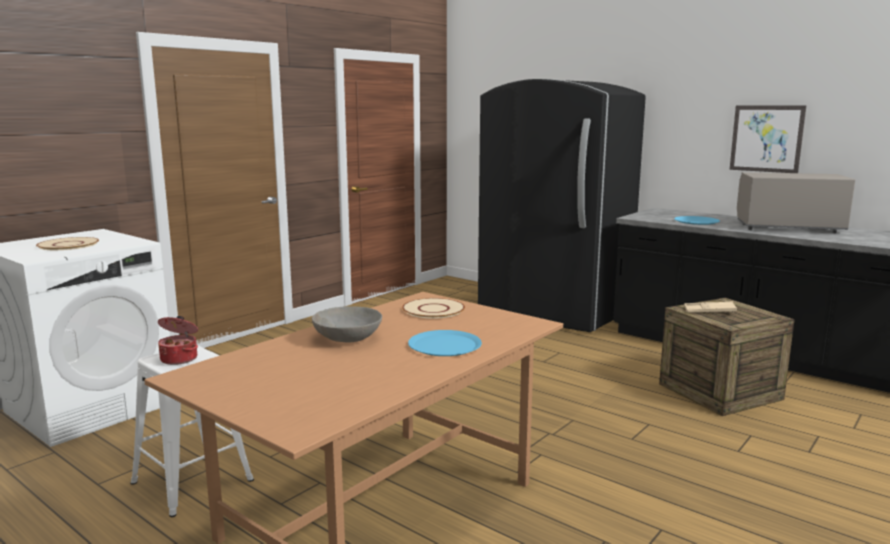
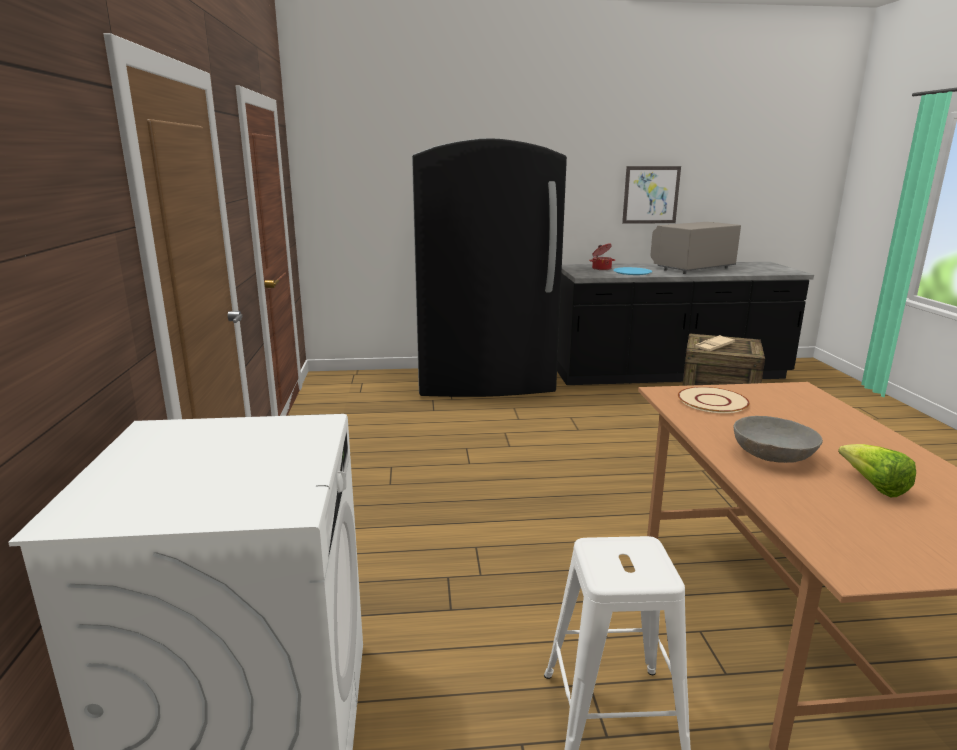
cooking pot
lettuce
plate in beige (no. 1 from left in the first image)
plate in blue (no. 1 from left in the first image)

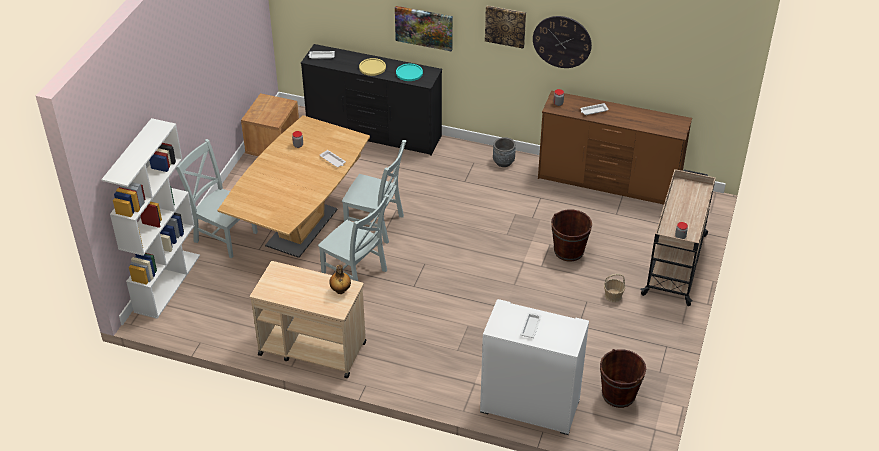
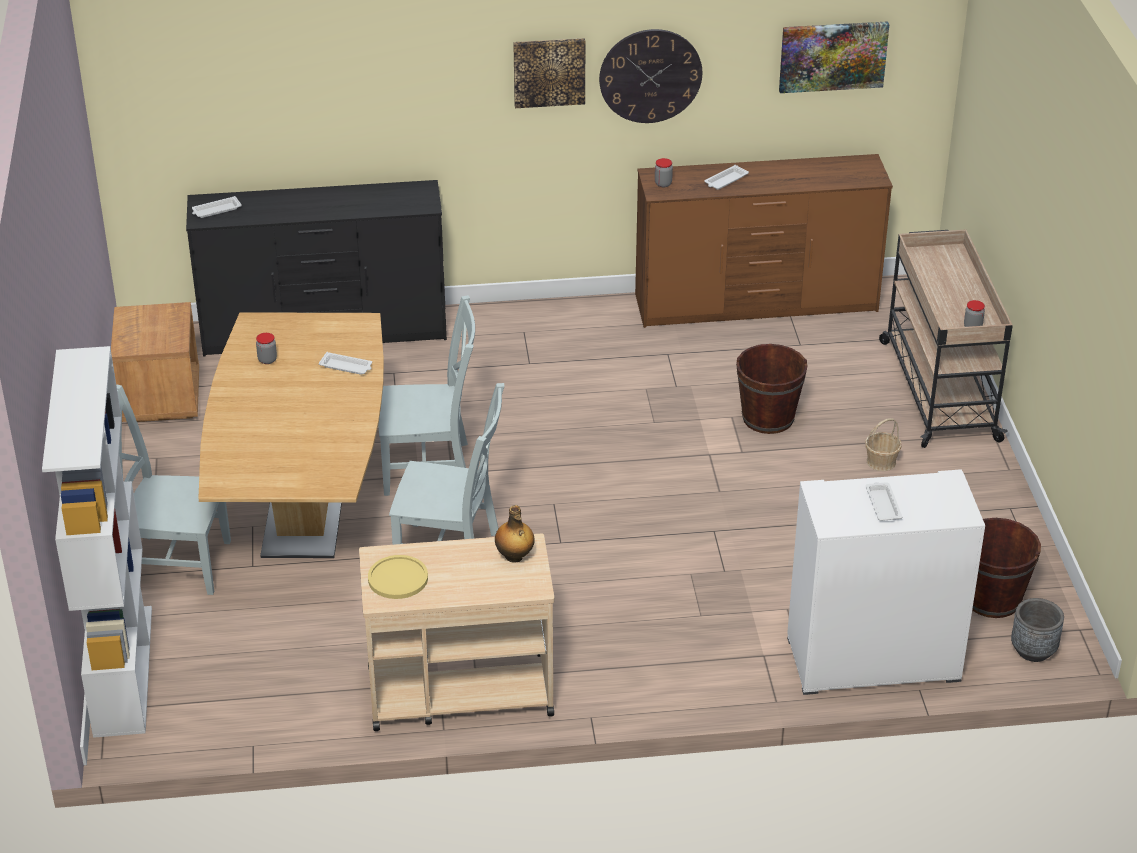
plate in yellow
picture (no. 2 from left)
planter in grey
plate in turquoise

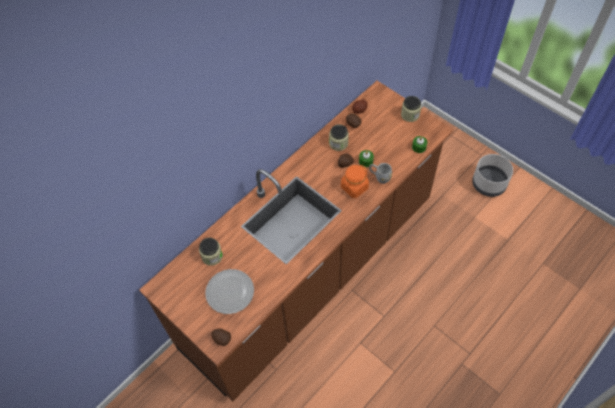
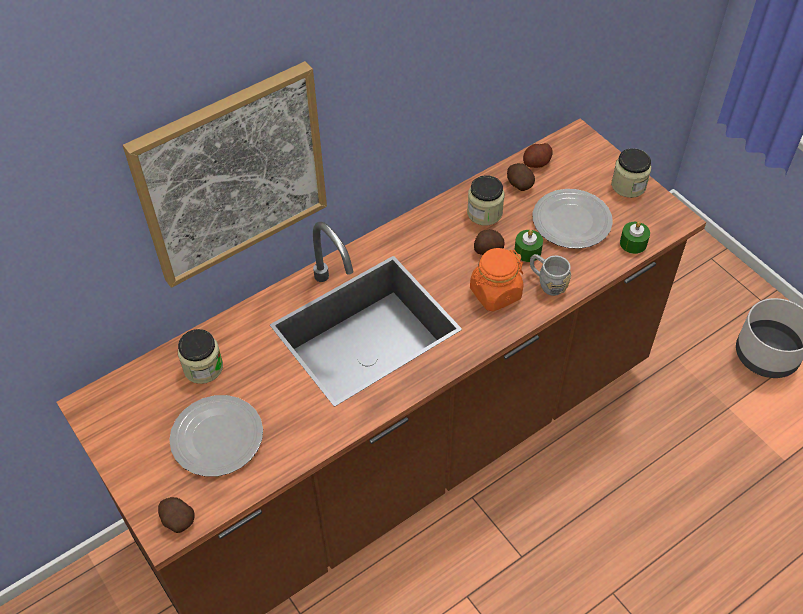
picture
plate (no. 2 from left)

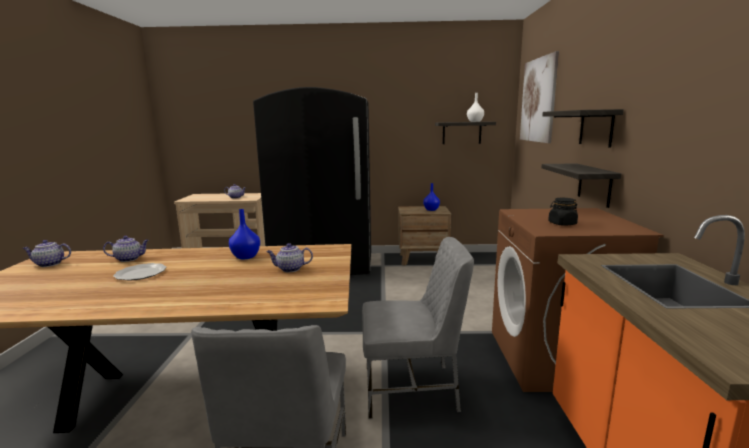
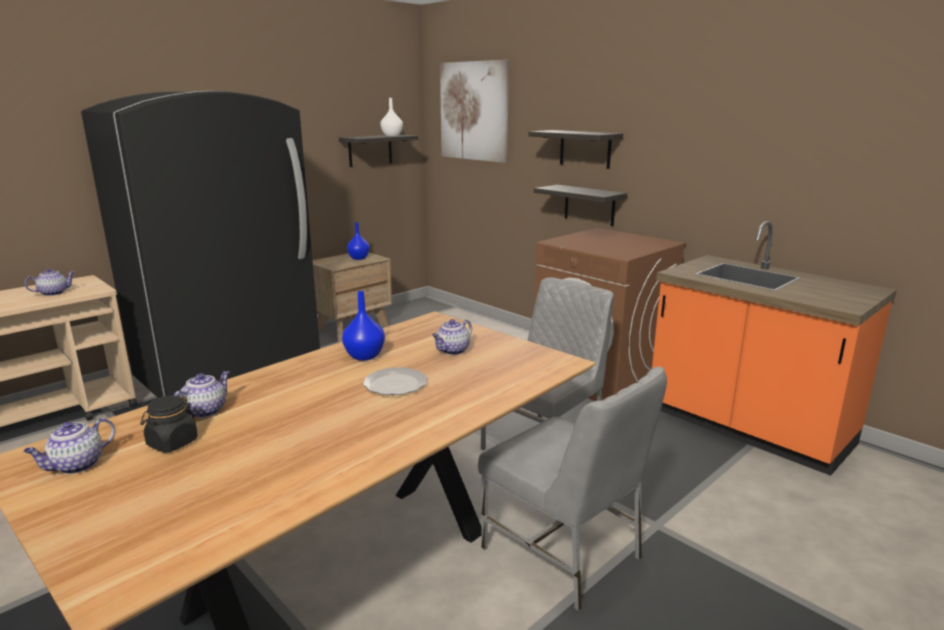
jar in black
plate

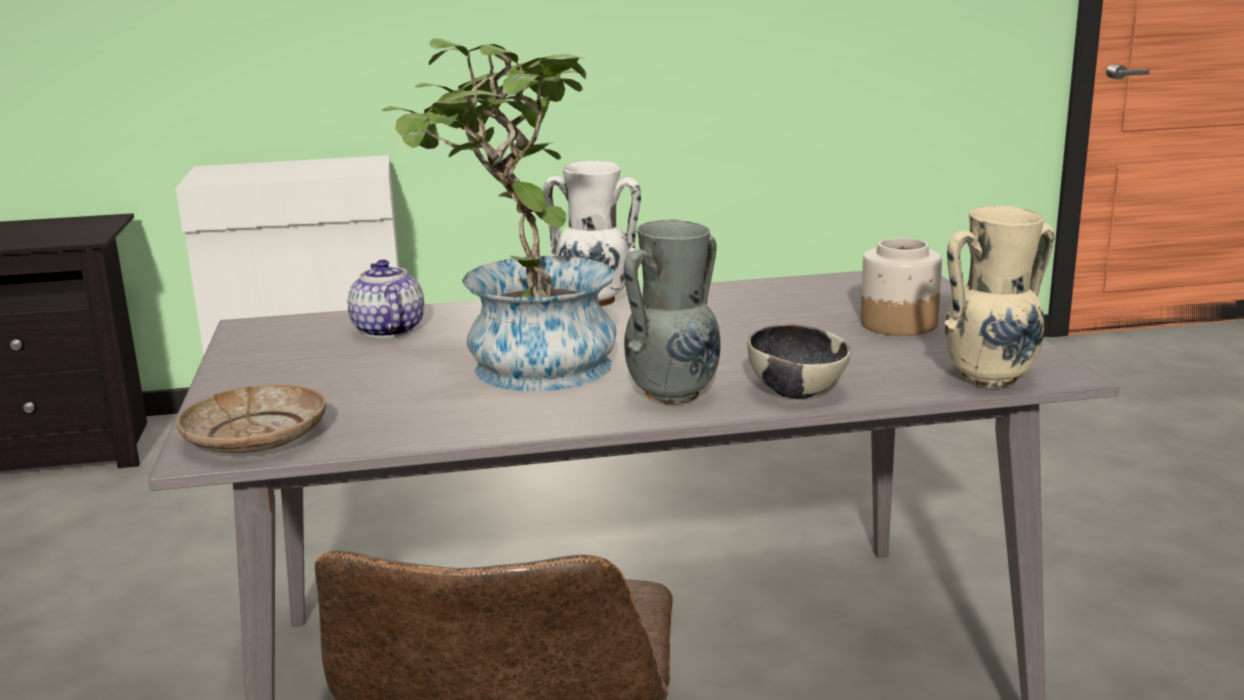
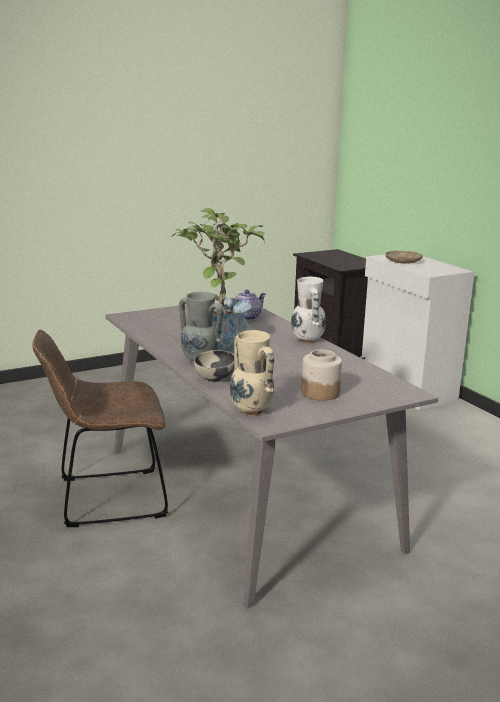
plate in beige

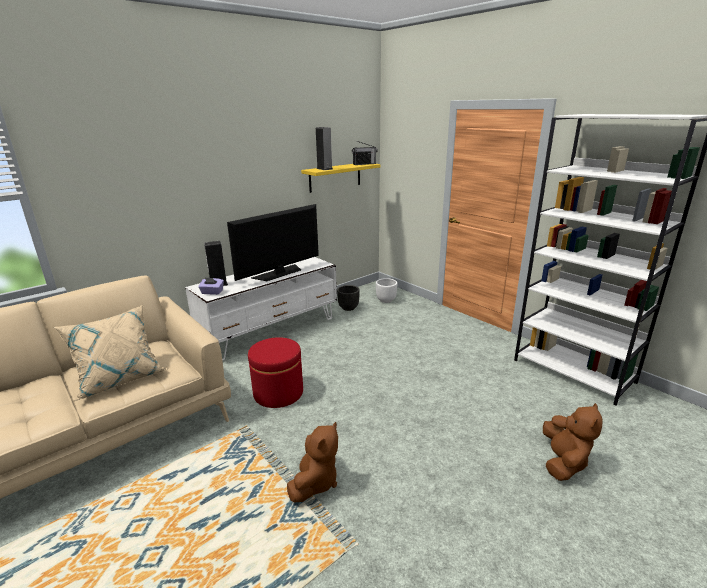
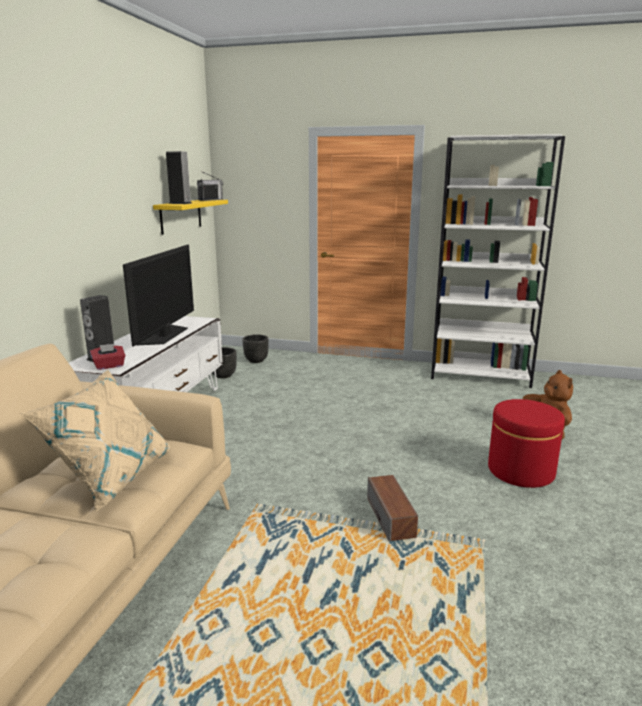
tissue box in red
planter in black (no. 2 from left)
speaker (no. 3 from left)
ottoman in red

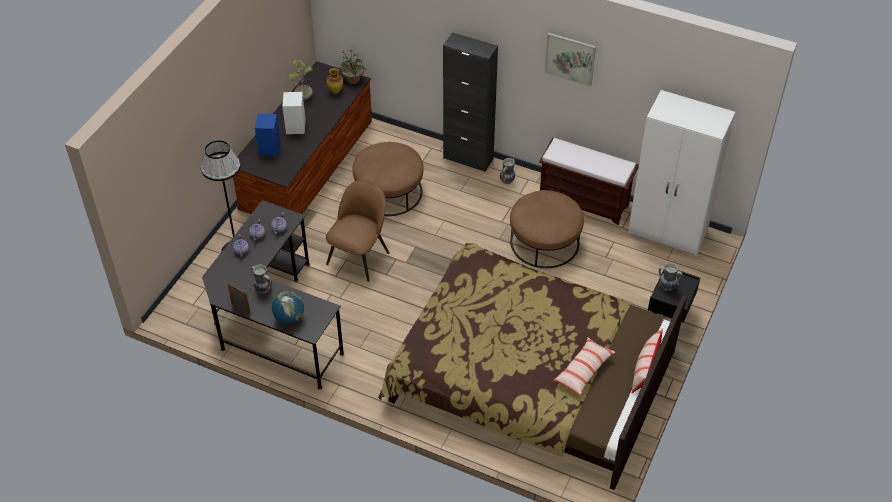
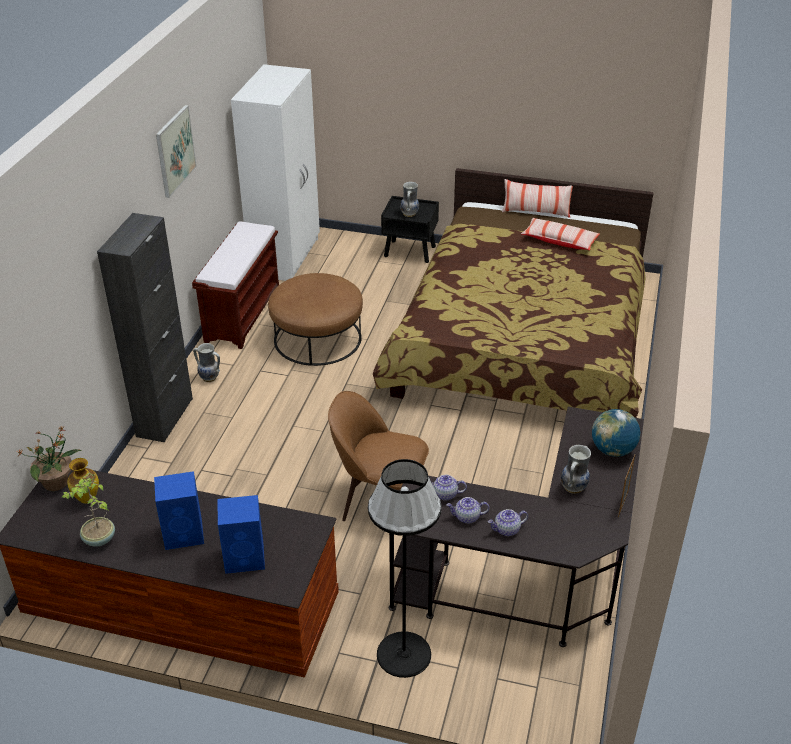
speaker in blue (no. 1 from left)
ottoman in brown (no. 1 from left in the first image)

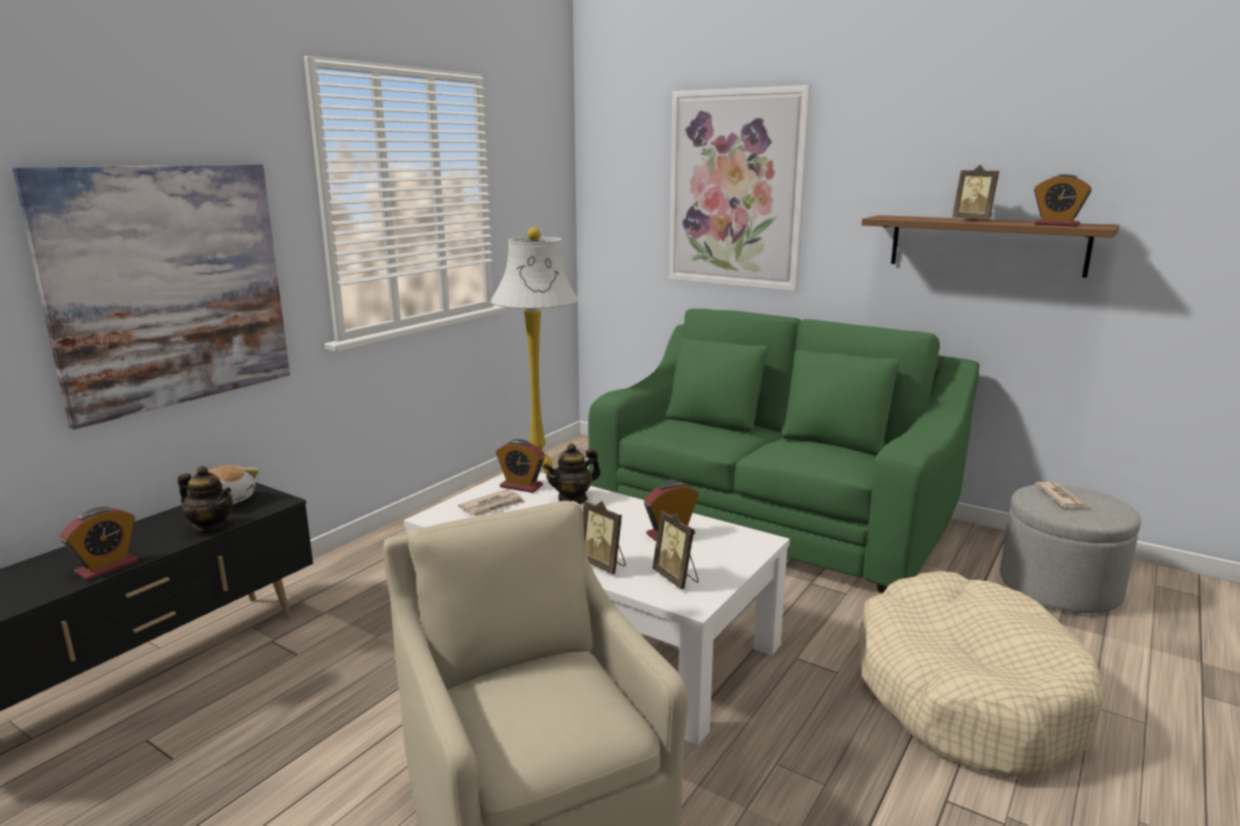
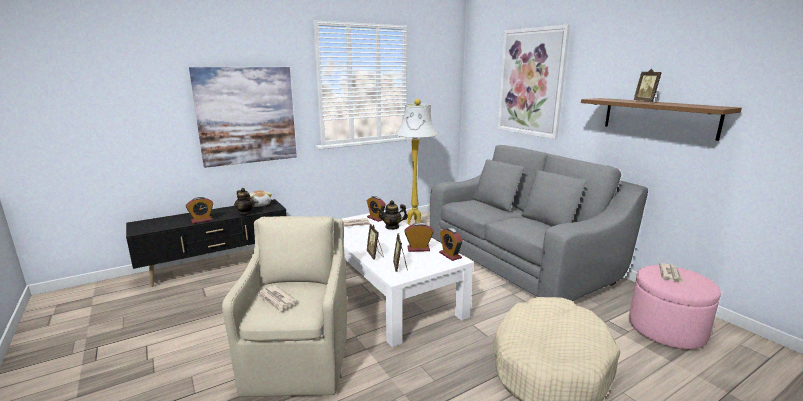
newspaper (no. 1 from left)
sofa in grey
alarm clock (no. 4 from left)
ottoman in pink

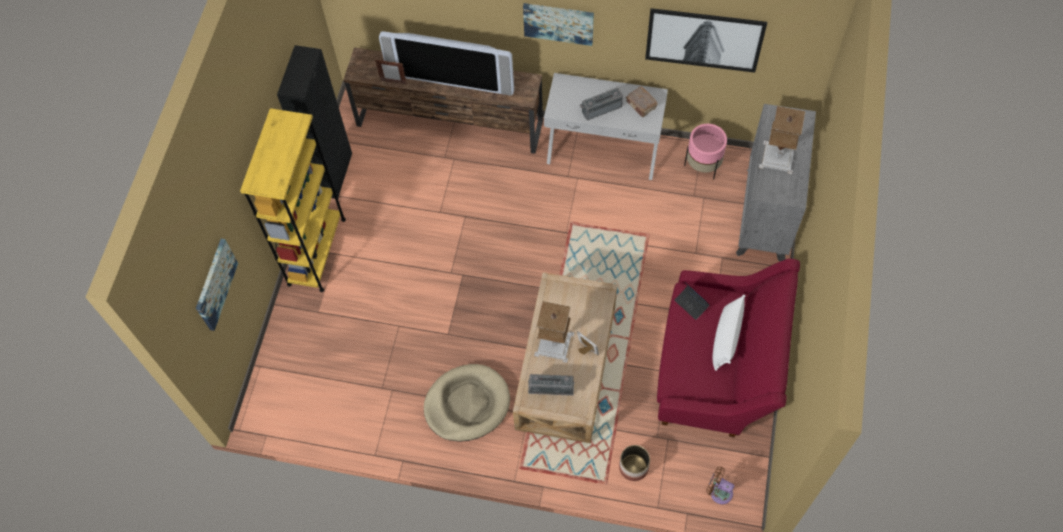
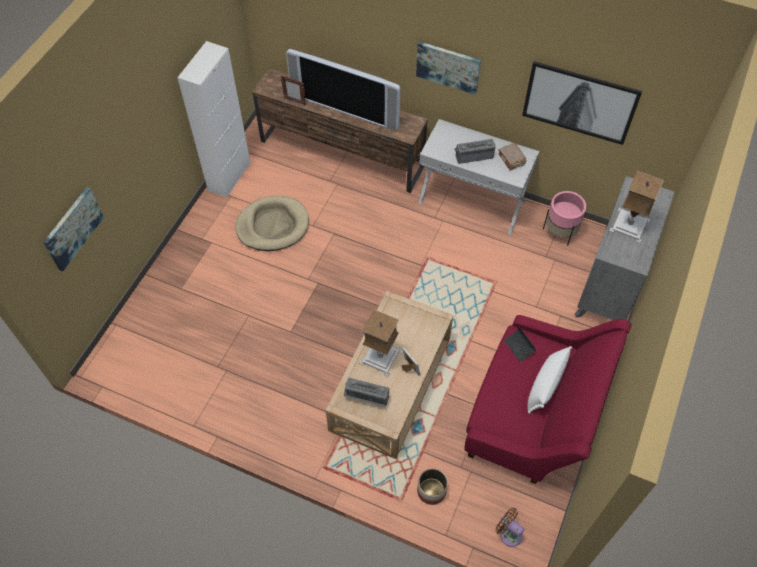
cabinet in white
dog bed in beige
bookcase in yellow

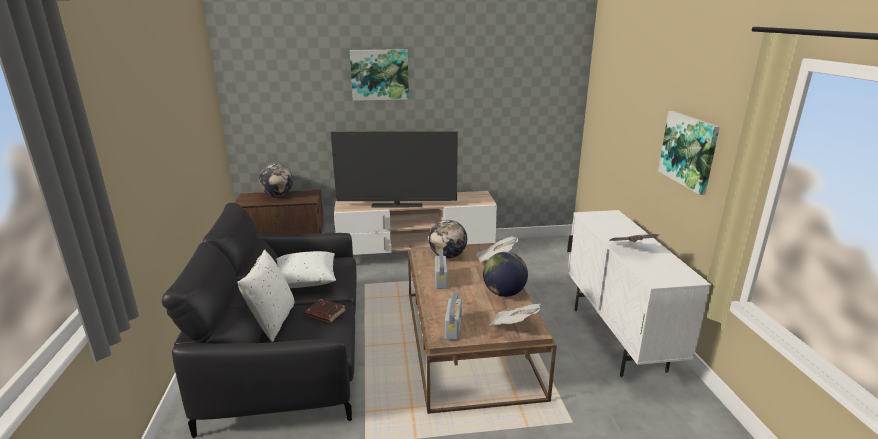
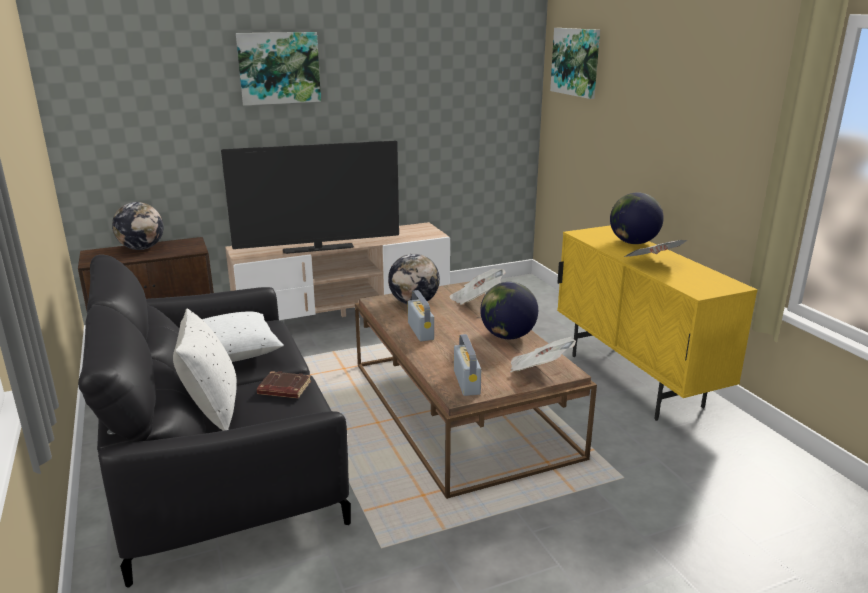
picture (no. 2 from left)
cabinet in yellow
globe (no. 4 from left)

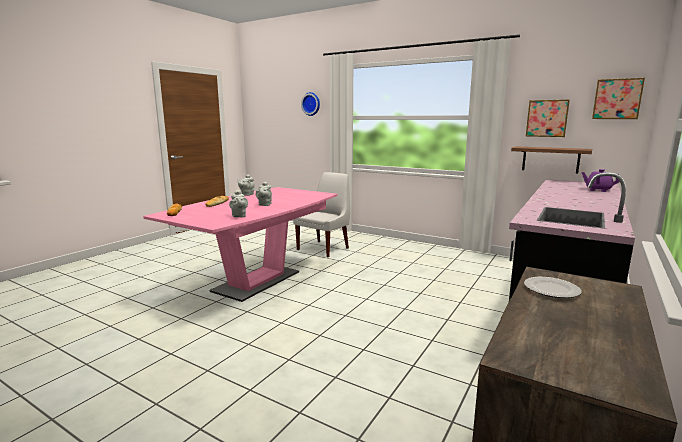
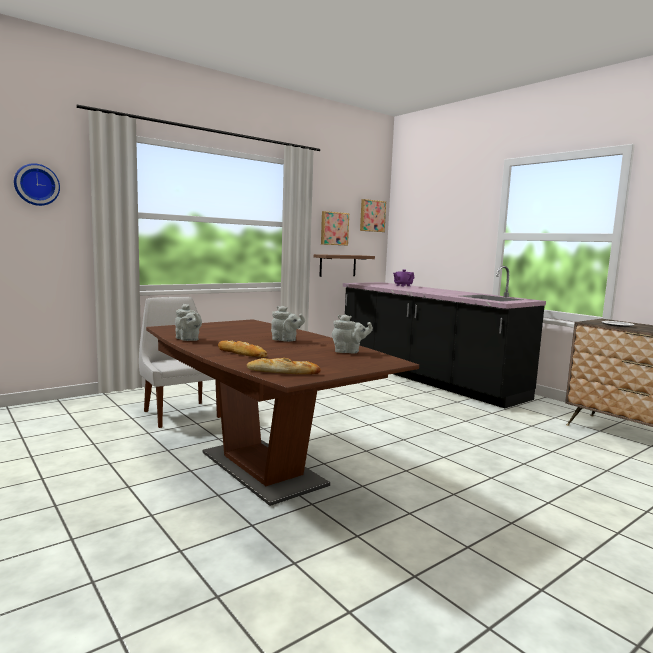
dining table in brown

